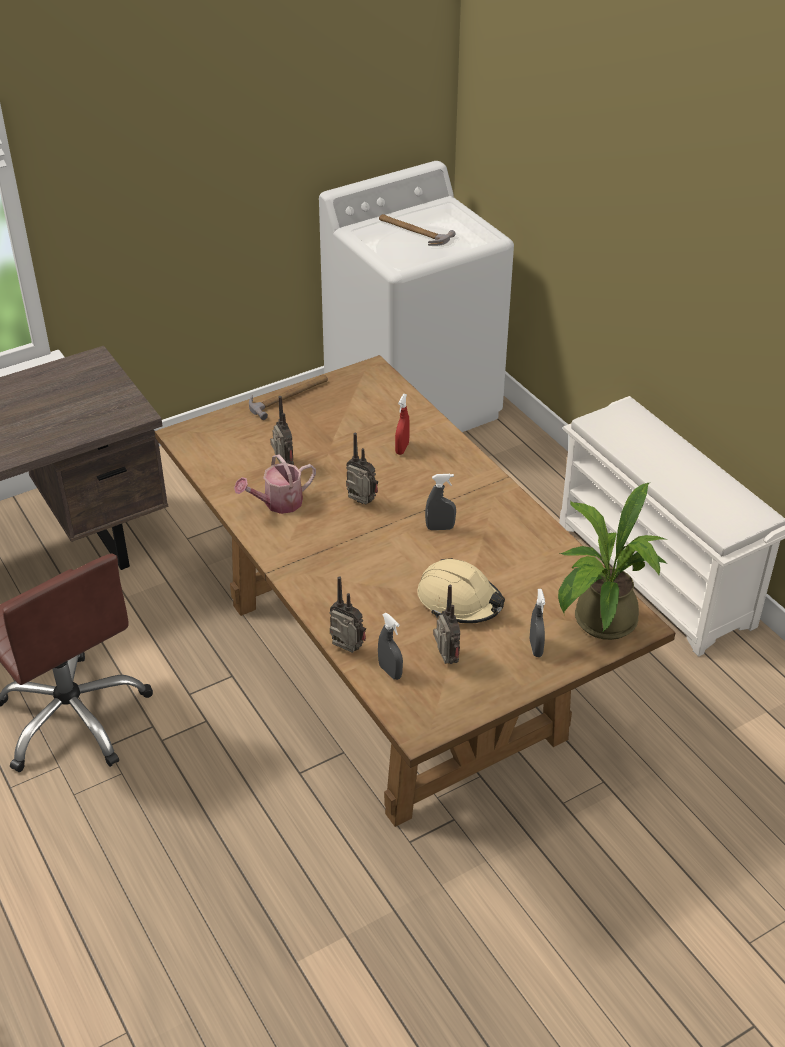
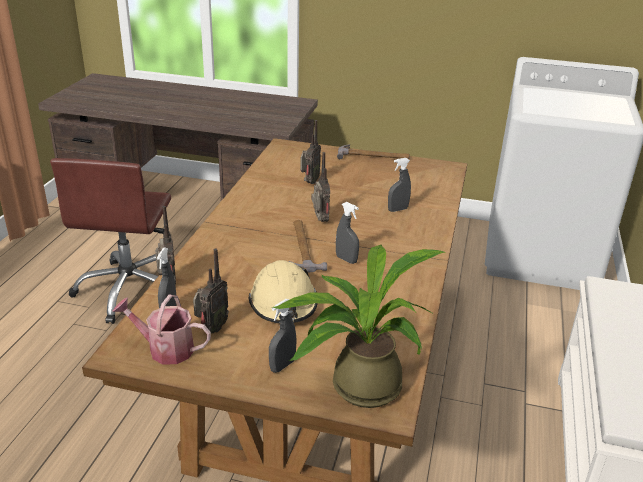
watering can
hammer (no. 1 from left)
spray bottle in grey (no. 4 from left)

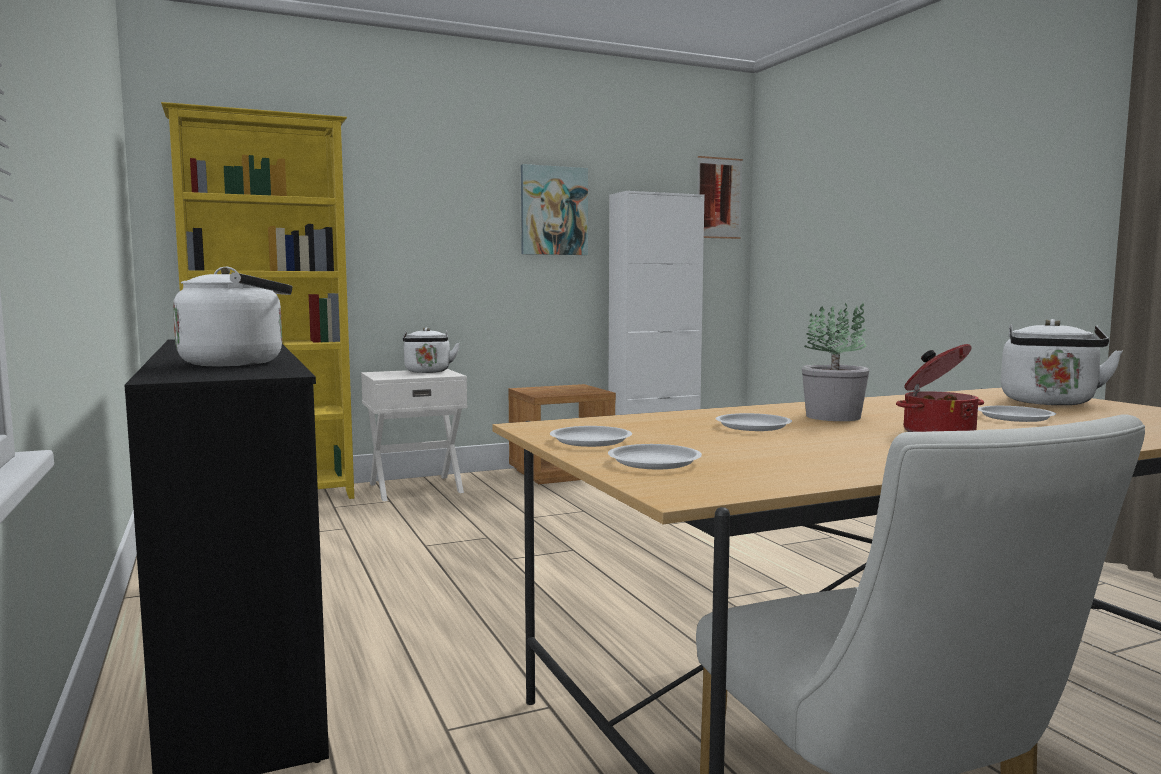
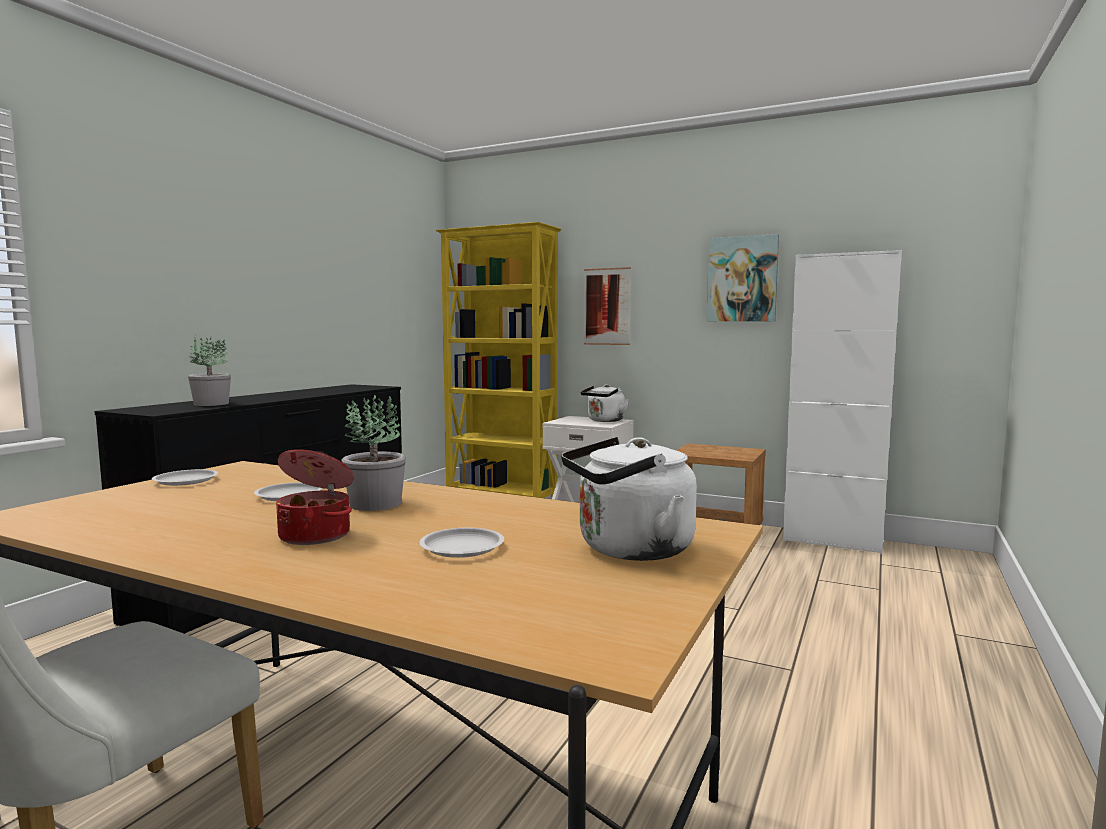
potted plant (no. 1 from left)
picture (no. 1 from left)
plate in white (no. 2 from left in the first image)

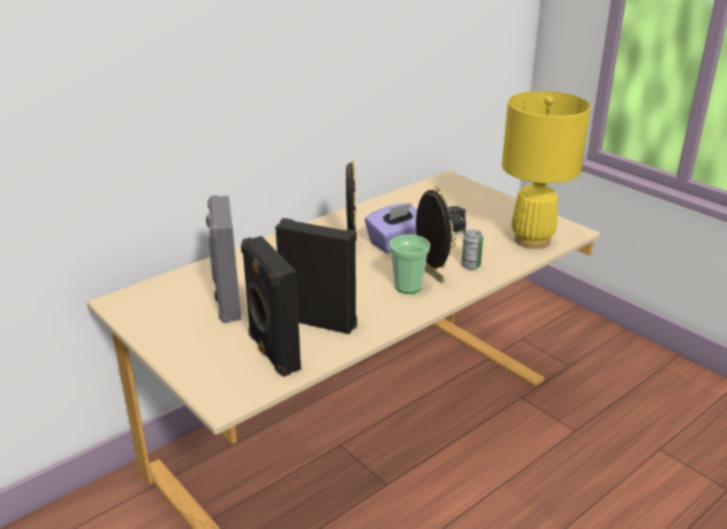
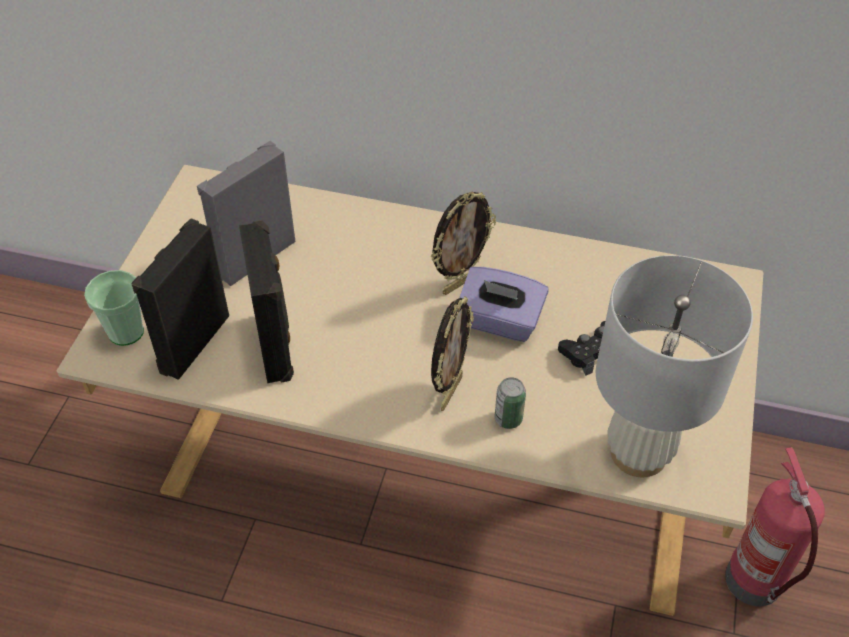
cup
table lamp in white
fire extinguisher

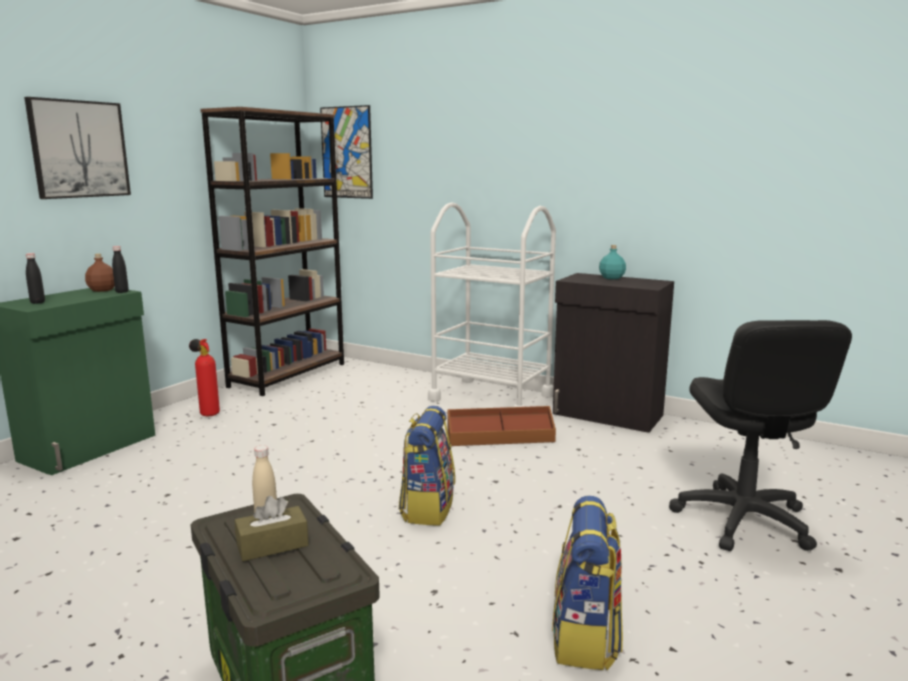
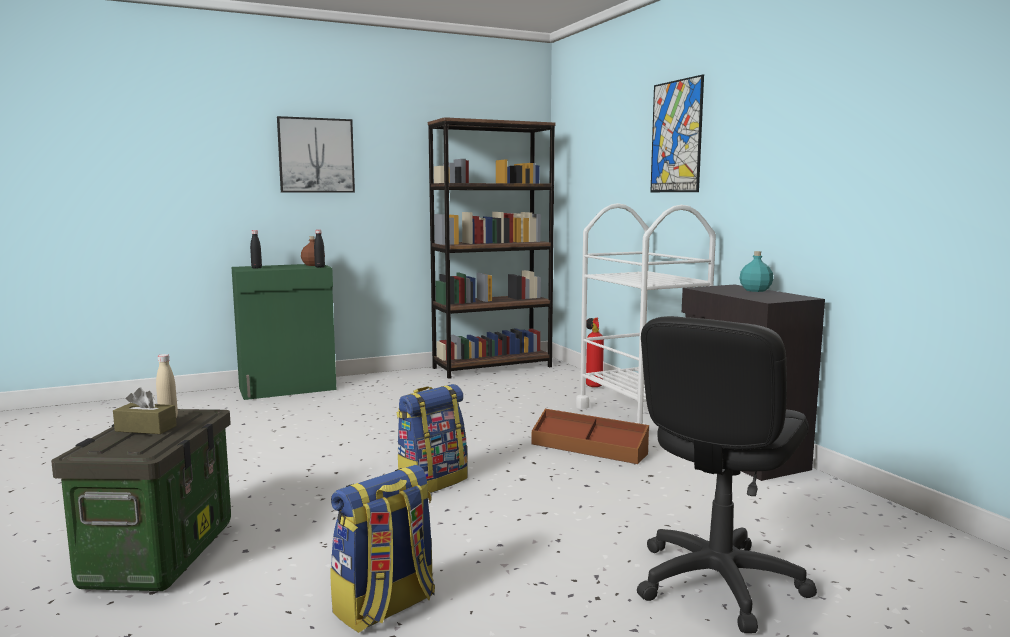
fire extinguisher
picture (no. 2 from left)

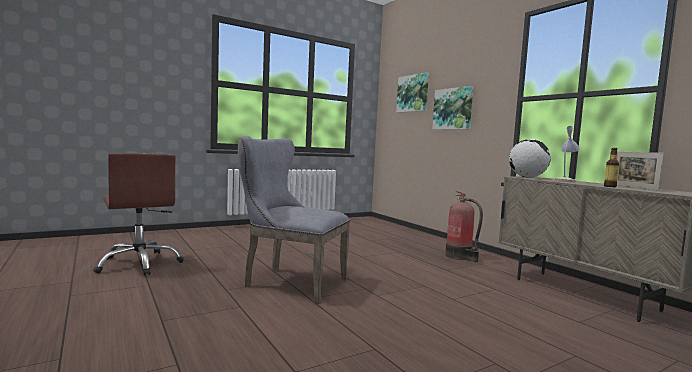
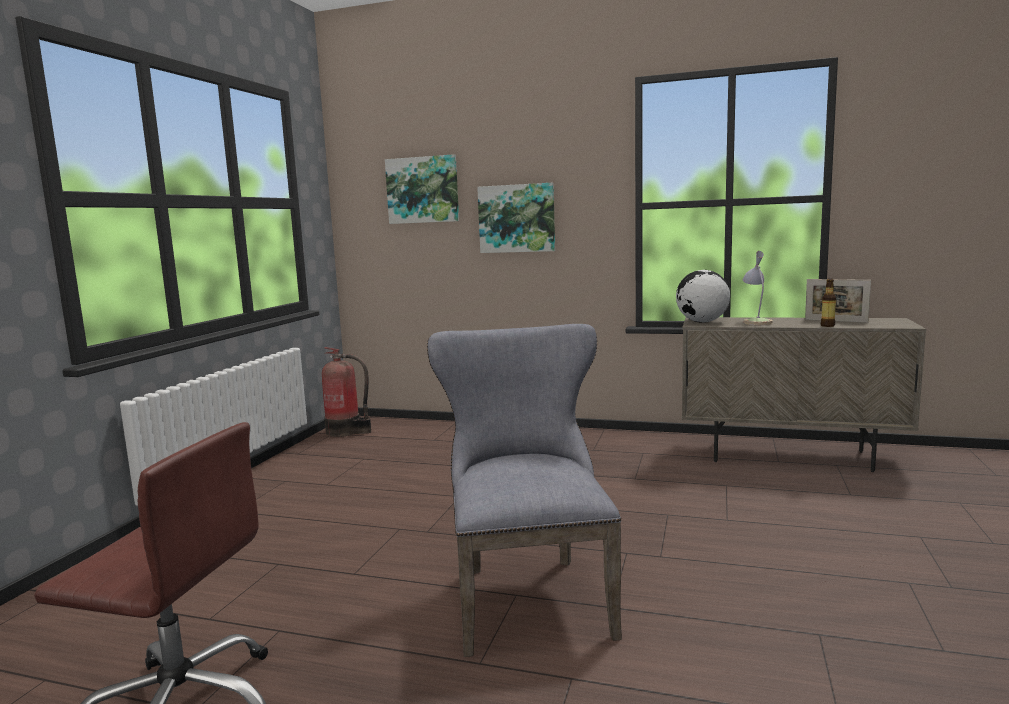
fire extinguisher
chair in grey

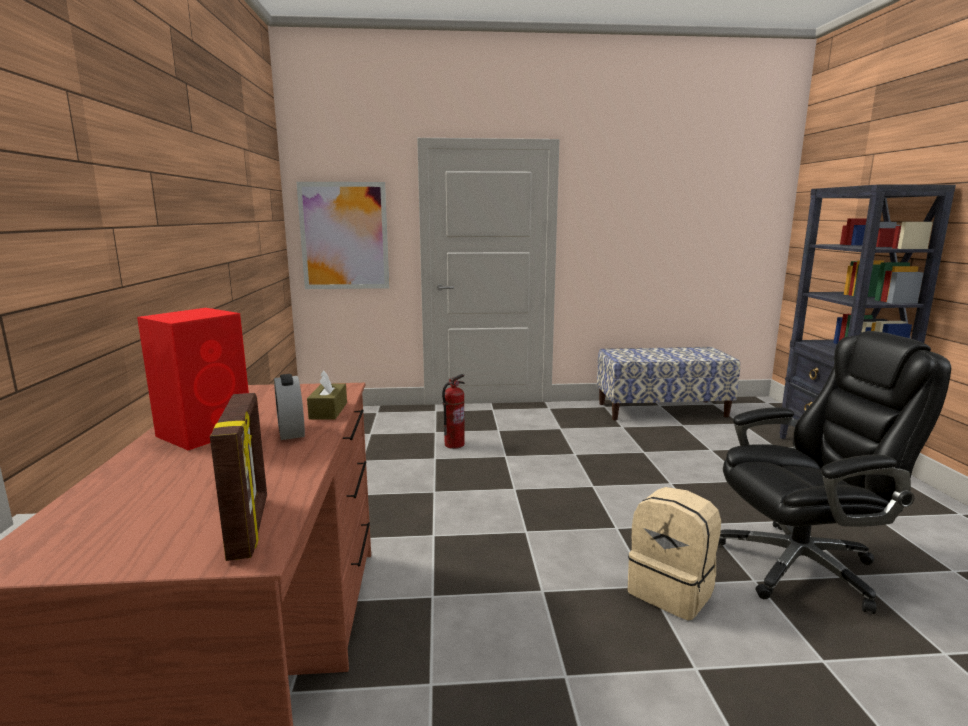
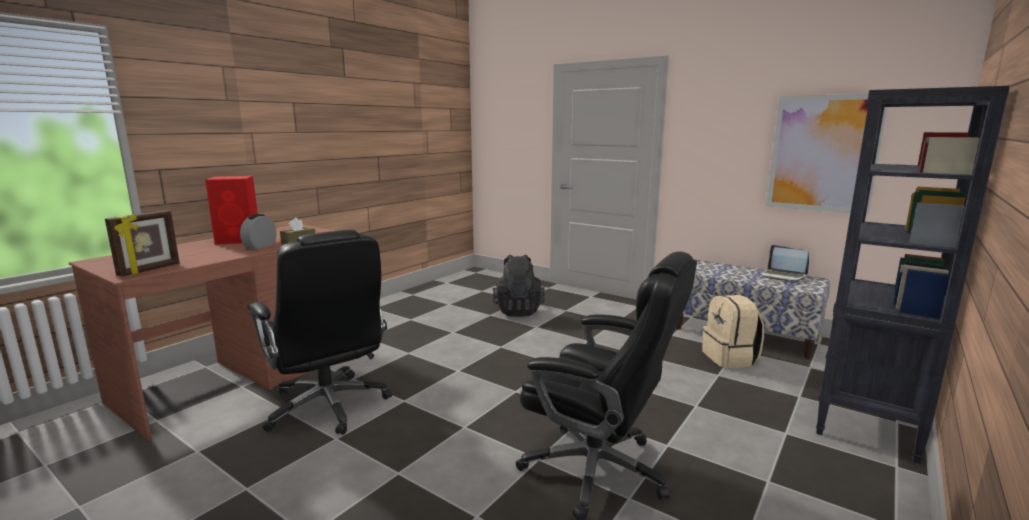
office chair in black (no. 1 from left)
backpack in black
backpack in beige
laptop
picture

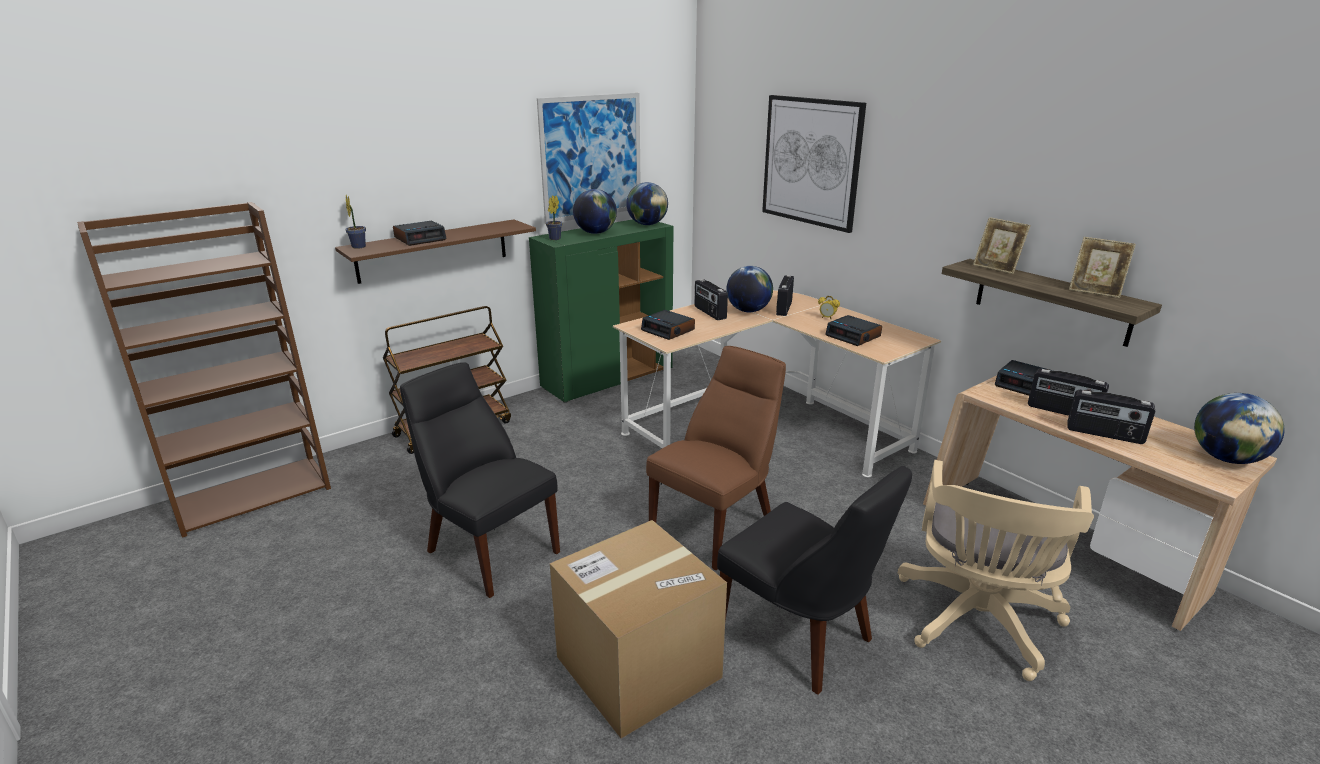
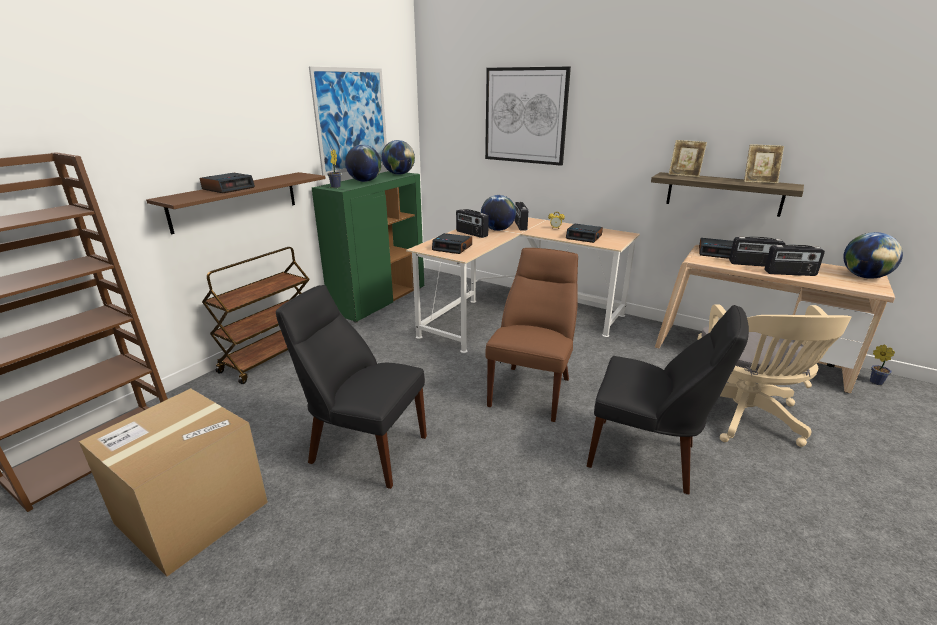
cardboard box
potted plant (no. 2 from left)

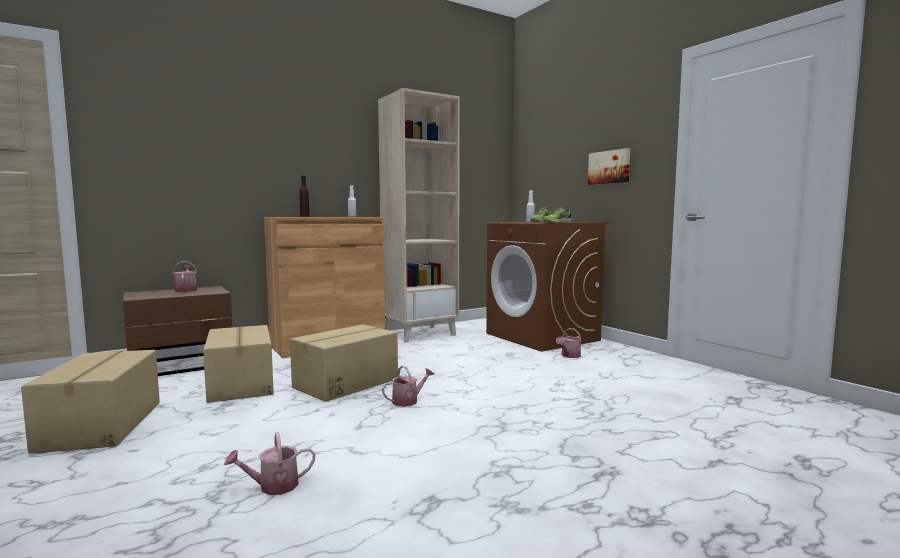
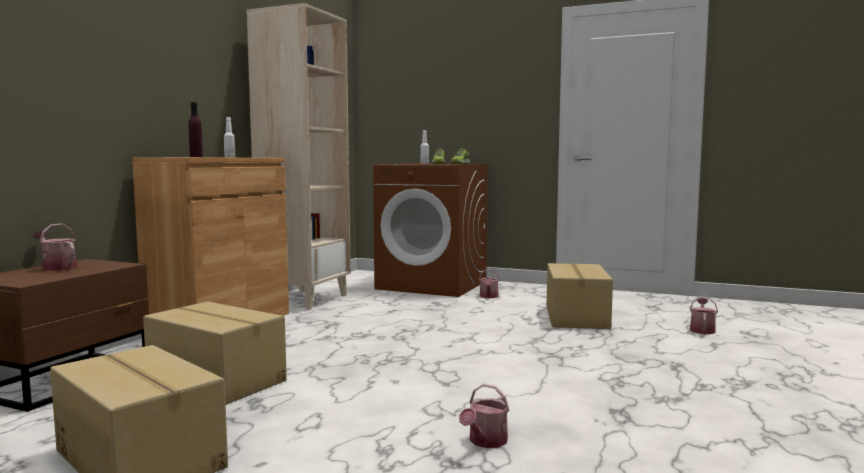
cardboard box (no. 3 from left)
watering can (no. 4 from left)
picture

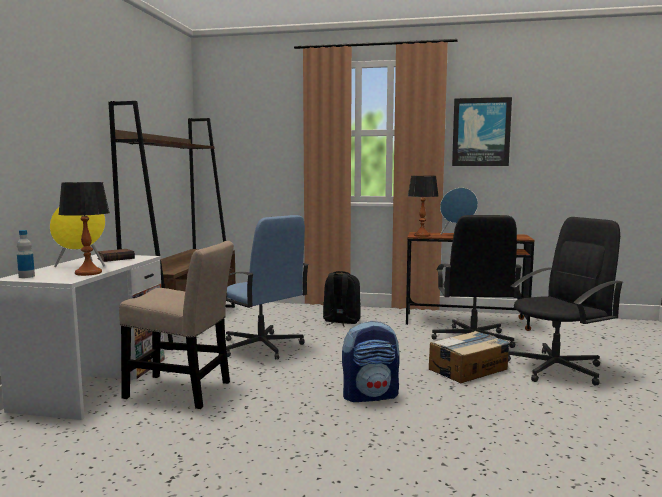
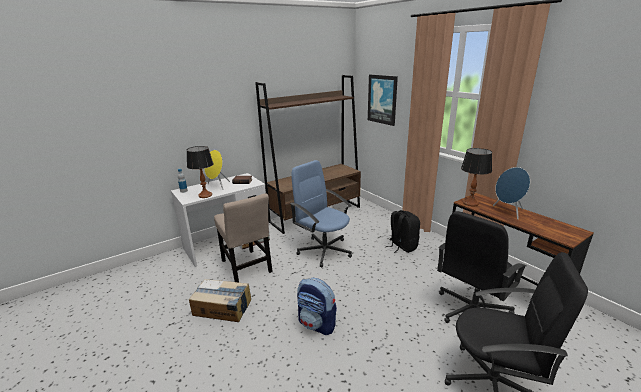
cardboard box
office chair in blue
picture

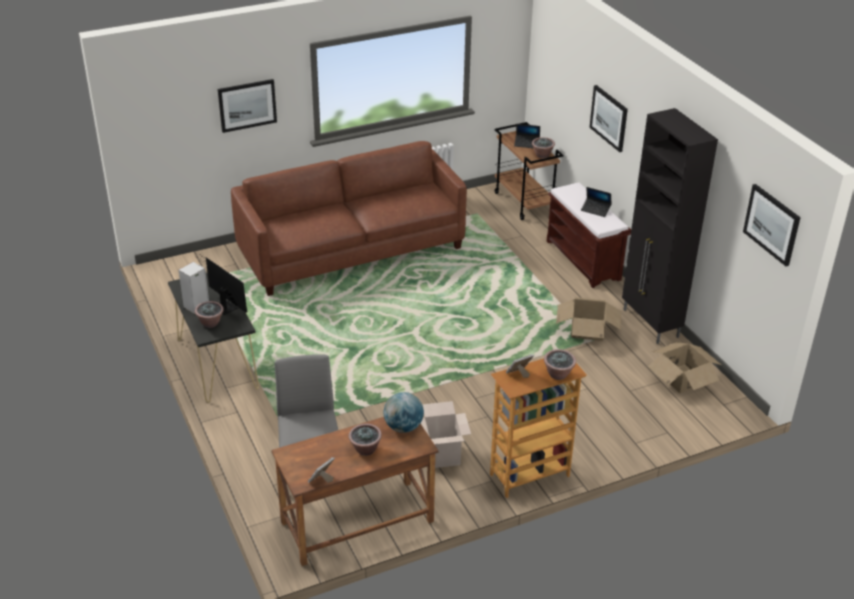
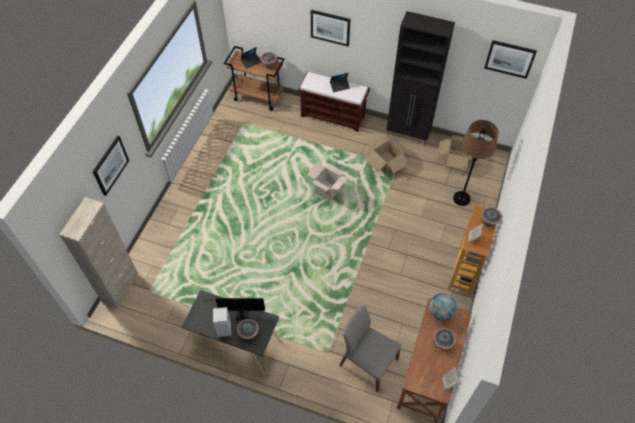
cabinet in beige
cardboard box (no. 1 from left)
floor lamp in brown
sofa in brown

